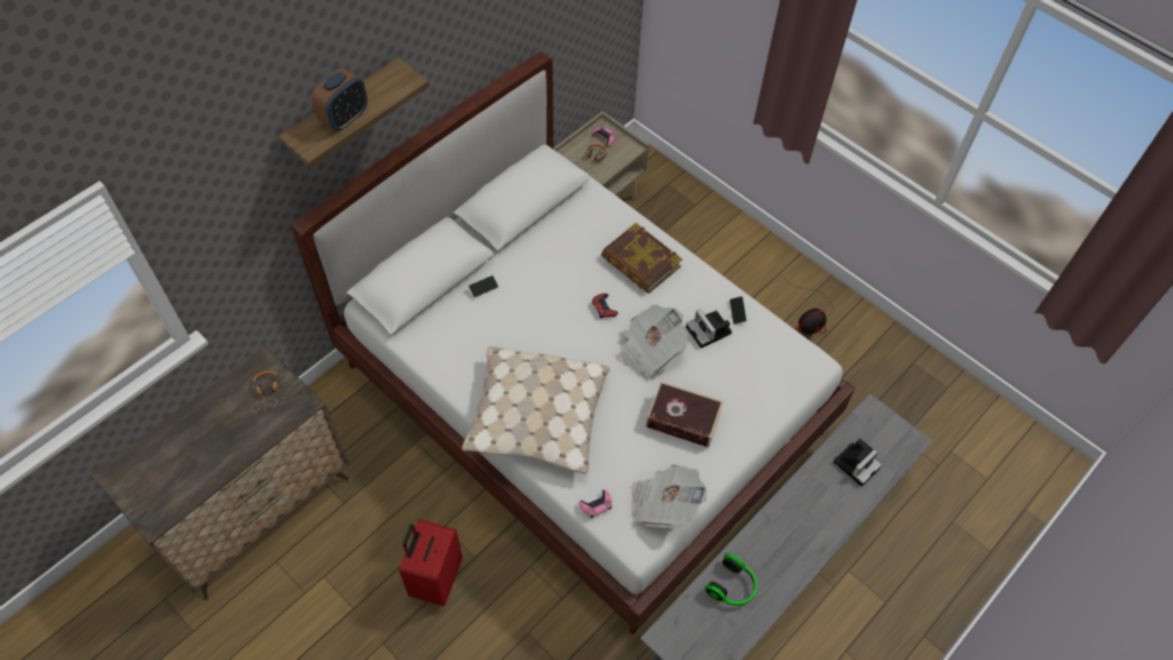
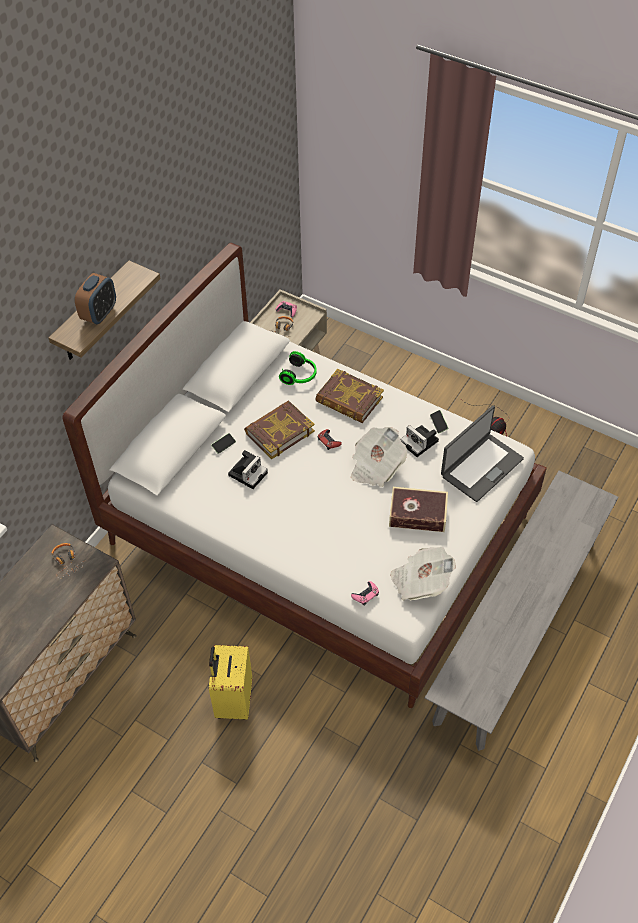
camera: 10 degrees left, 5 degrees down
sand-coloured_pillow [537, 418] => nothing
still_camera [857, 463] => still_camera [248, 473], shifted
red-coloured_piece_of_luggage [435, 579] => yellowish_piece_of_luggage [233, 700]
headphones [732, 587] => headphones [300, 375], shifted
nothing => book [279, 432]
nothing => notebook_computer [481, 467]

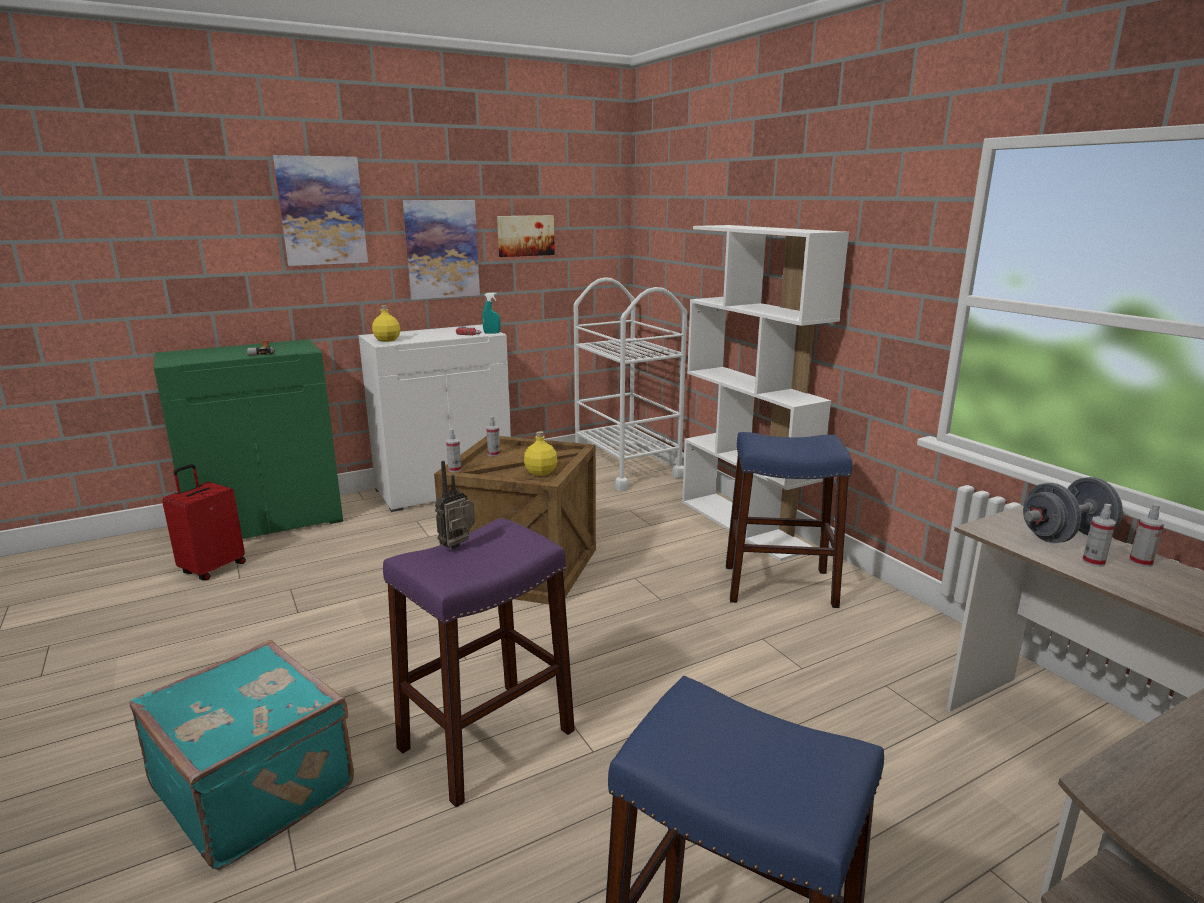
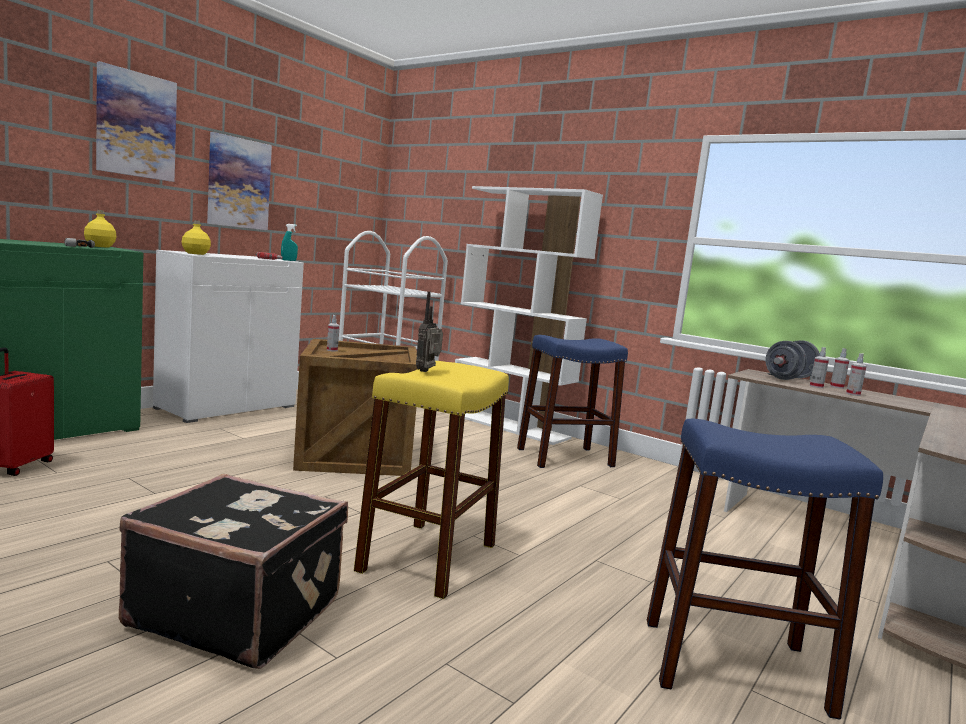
camera: 25 degrees left, 10 degrees down
picture [525, 235] => nothing
spray_bottle [454, 470] => spray_bottle [853, 394], shifted
yellowish_bottle [541, 472] => yellowish_bottle [100, 246], shifted
purple_sitting_stool [486, 740] => yellowish_sitting_stool [428, 557]
blue-green_piece_of_luggage [257, 786] => blackish_piece_of_luggage [238, 611]

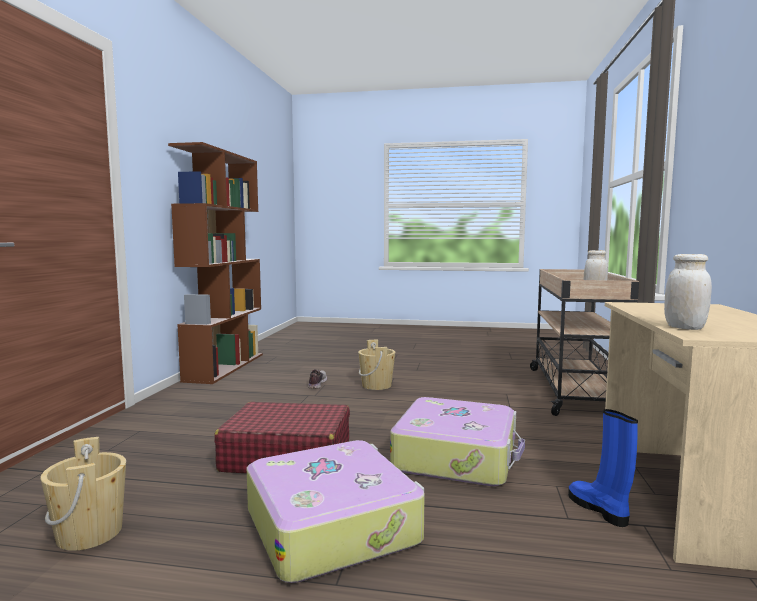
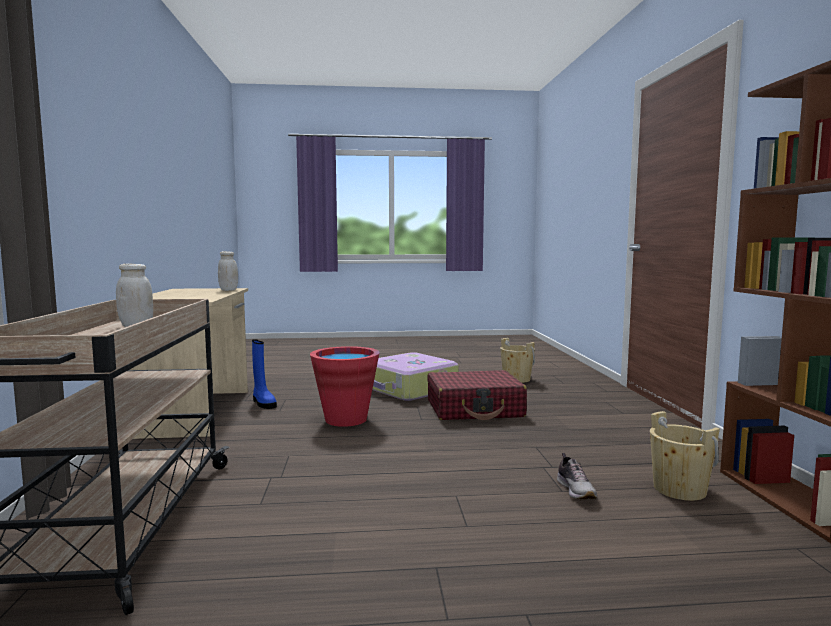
camera: 165 degrees right, 0 degrees up
sand-coloured_water_bucket [376, 385] => sand-coloured_water_bucket [679, 489], shifted
piece_of_luggage [457, 456] => red-coloured_water_bucket [346, 419]

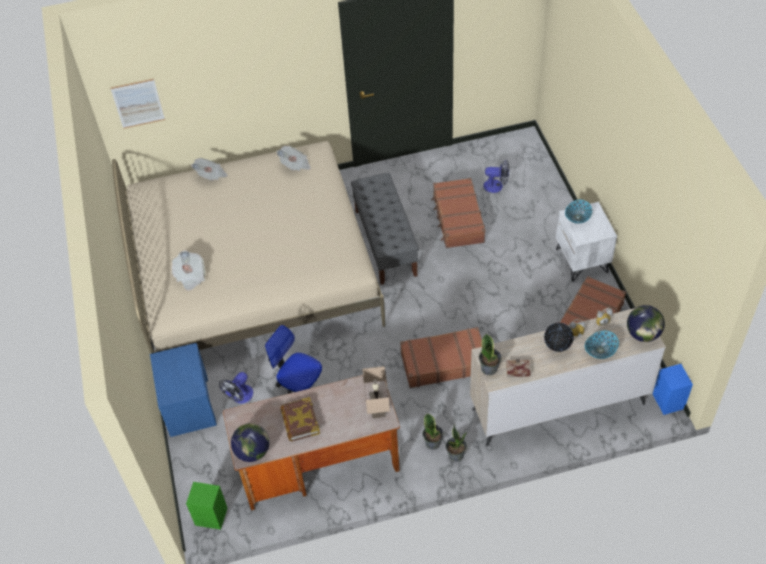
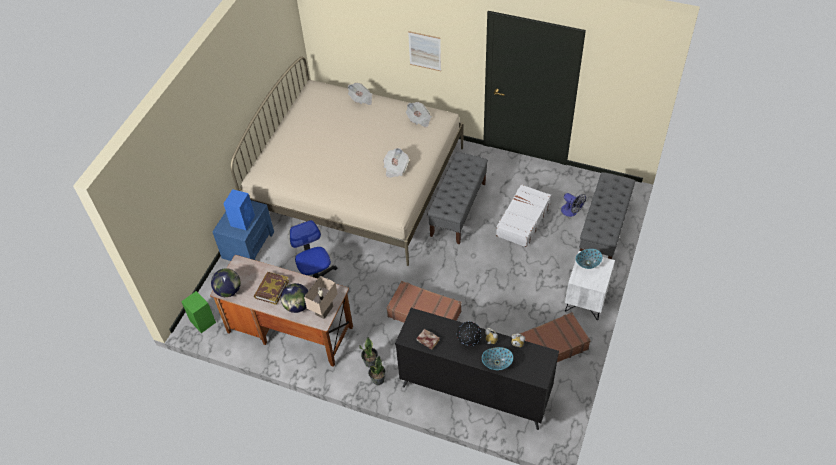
camera: 35 degrees right, 0 degrees up
picture [138, 103] => picture [425, 51], shifted
brownish_piece_of_luggage [458, 219] => white_piece_of_luggage [522, 220]
newspaper [190, 276] => newspaper [395, 168], shifted
desk_globe [643, 334] => desk_globe [297, 306], shifted
sand-coloured_drawer_chest [557, 406] => blackish_drawer_chest [474, 391]
potted_plant [489, 368] => nothing
bluish_speaker [668, 400] => bluish_speaker [243, 220], shifted
electric_fan [240, 397] => nothing
nothing => greyish_bench [603, 231]

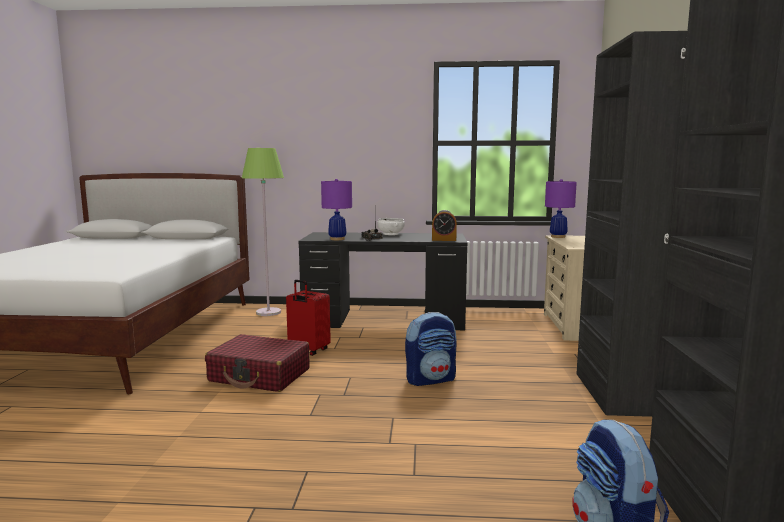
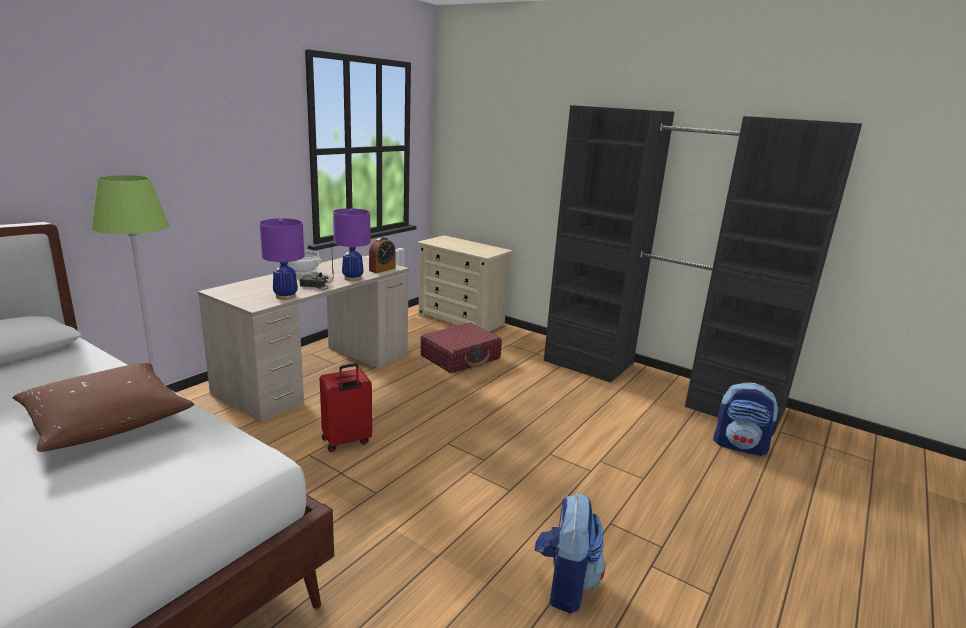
camera: 60 degrees left, 10 degrees up
purple_tabletop_lamp [558, 237] => purple_tabletop_lamp [353, 278], shifted
blackish_desk [385, 319] => sand-coloured_desk [318, 372]
knapsack [431, 379] => knapsack [565, 584], shifted
red-coloured_piece_of_luggage [260, 375] => red-coloured_piece_of_luggage [461, 357], shifted
nothing => brownish_pillow [107, 420]

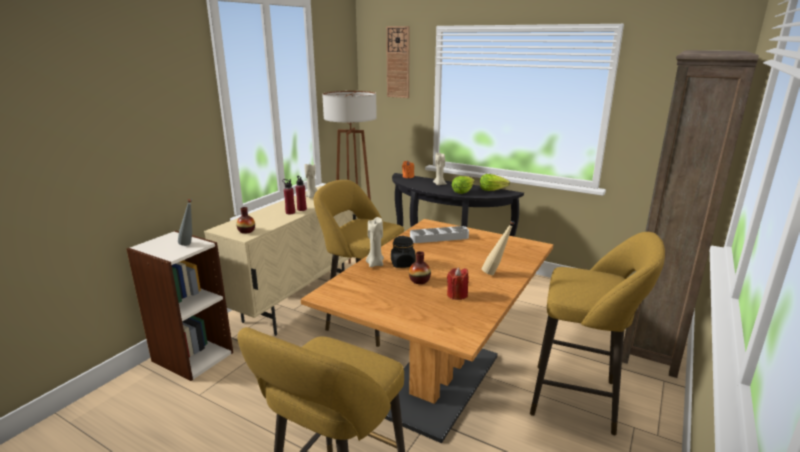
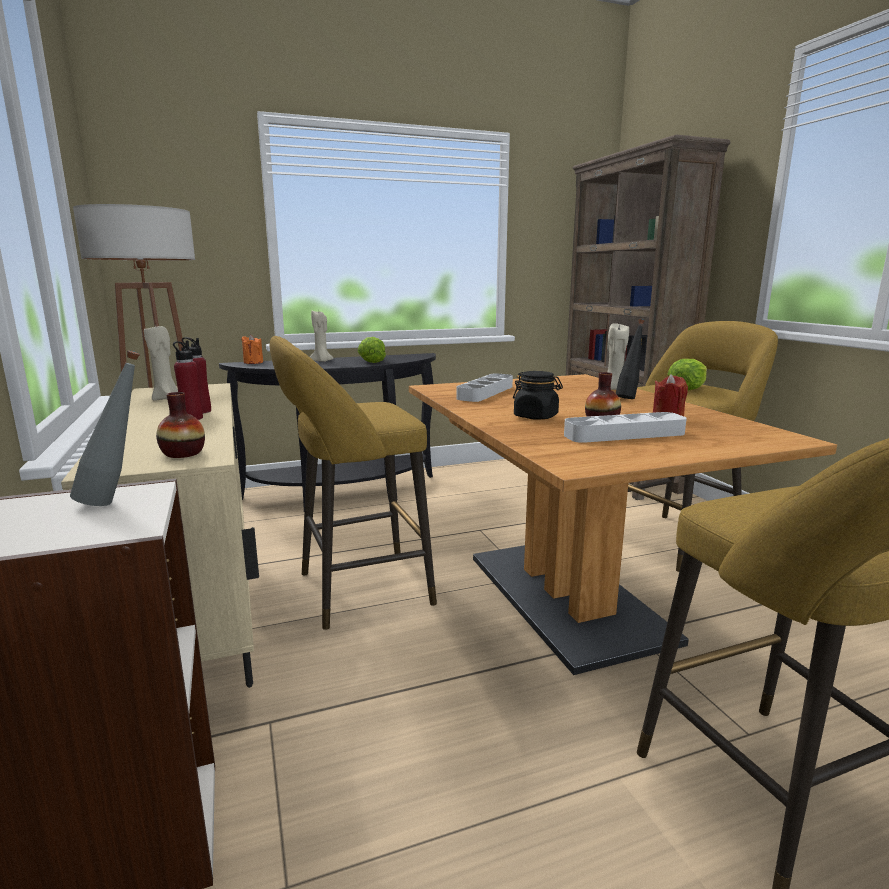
camera: 50 degrees left, 5 degrees down
clock_on_the_wall [398, 62] => nothing
head_of_lettuce [492, 190] => head_of_lettuce [687, 388], shifted
sand-coloured_wax_light [375, 264] => sand-coloured_wax_light [613, 389], shifted
sand-coloured_bottle [495, 273] => blackish_bottle [628, 398]
nothing => greyish_serving_tray [624, 434]

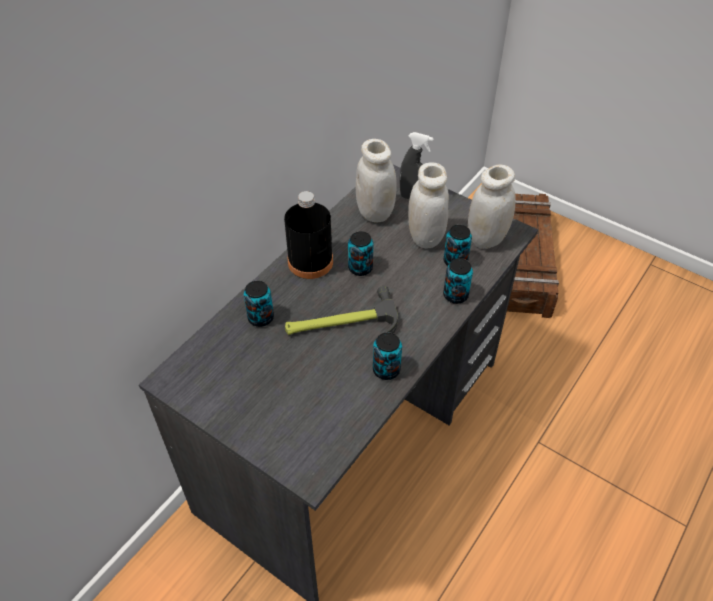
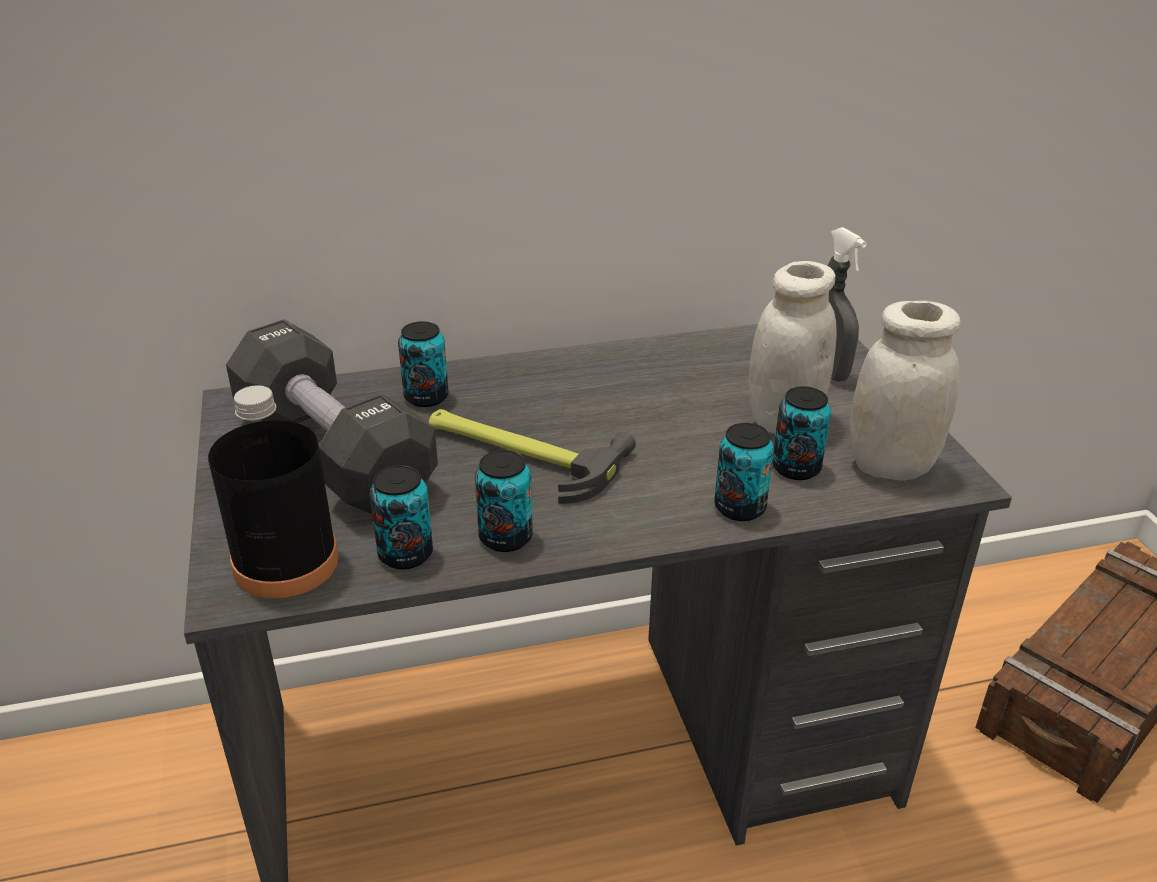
camera: 40 degrees right, 15 degrees down
white_jar [375, 212] => nothing
blackish_bottle [310, 262] => blackish_bottle [286, 563], shifted
sealed_can [360, 268] => sealed_can [405, 554], shifted
nothing => blackish_dumbbell [334, 453]

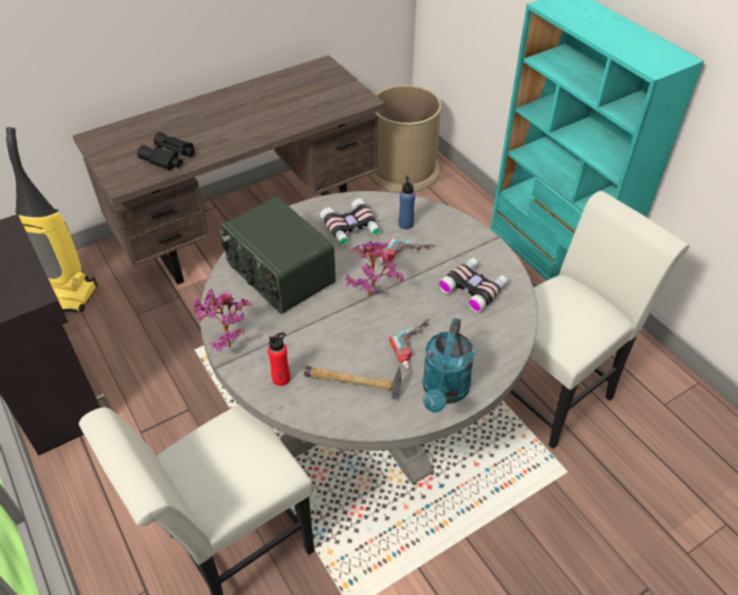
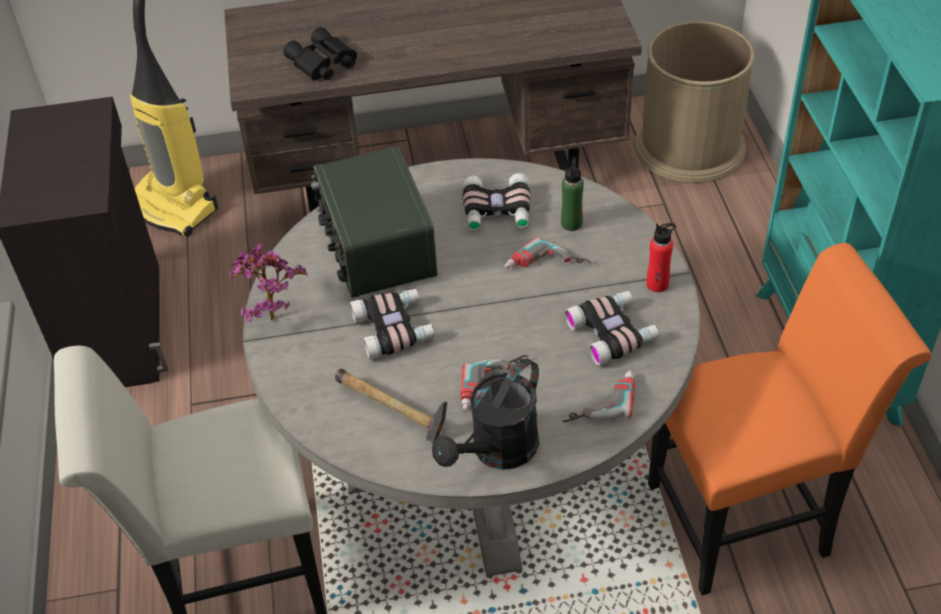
camera: 25 degrees right, 0 degrees up
bluish_bottle [406, 224] => green_bottle [571, 223]
white_upright_chair [555, 388] => orangey_upright_chair [750, 515]
potted_plant [372, 292] => nothing
blue-green_sprinkling_can [444, 392] => blackish_sprinkling_can [497, 452]
red-coloured_bottle [281, 378] => red-coloured_bottle [657, 284], shifted
nothing => pair_of_binoculars [394, 328]
nothing => drill [599, 400]

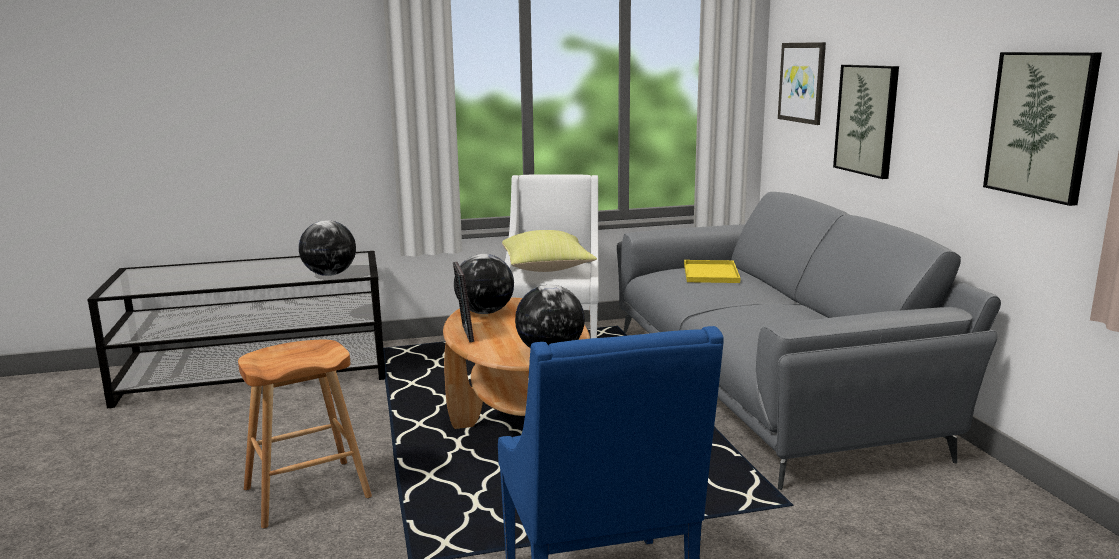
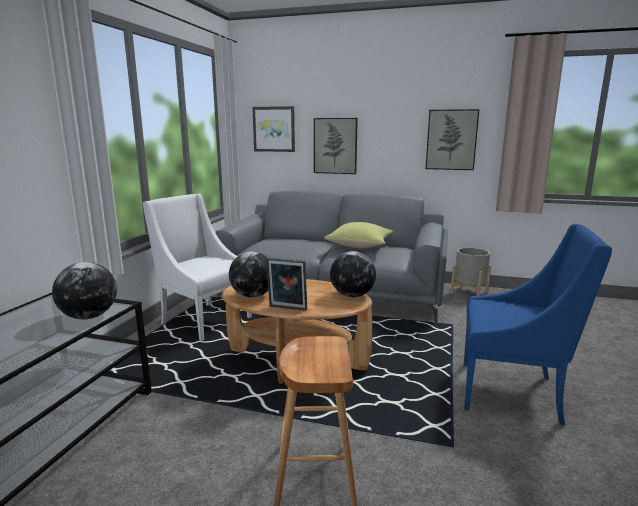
camera: 60 degrees left, 0 degrees up
yellowish_pillow [547, 269] => yellowish_pillow [360, 246], shifted
yellowish_serving_tray [711, 273] => nothing
nothing => greyish_flower_pot [469, 292]

